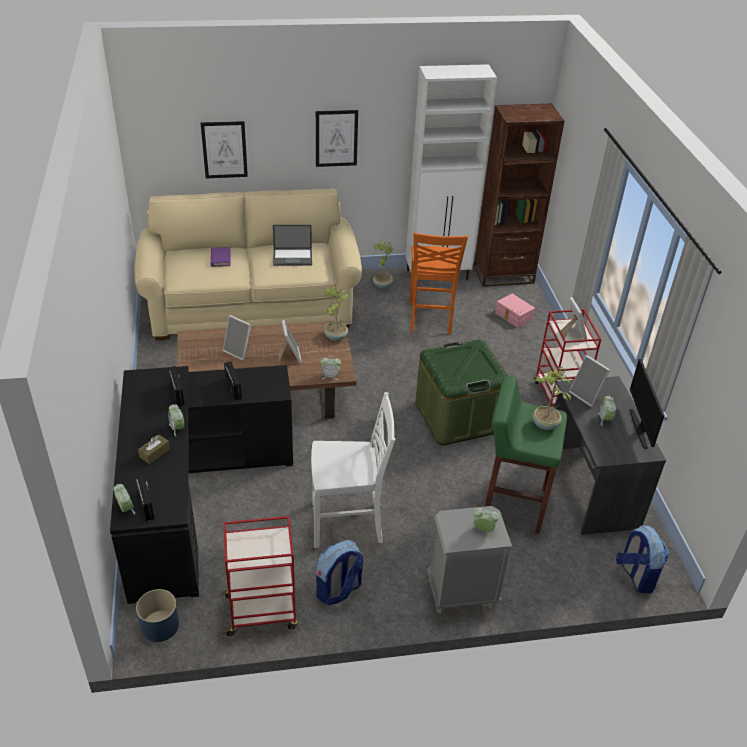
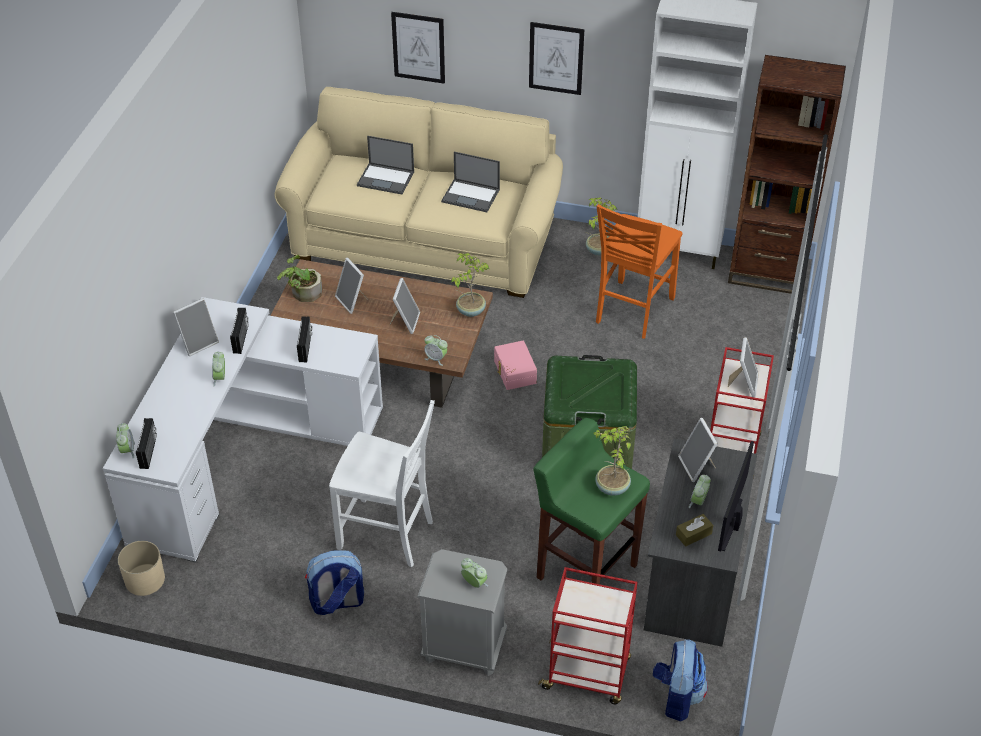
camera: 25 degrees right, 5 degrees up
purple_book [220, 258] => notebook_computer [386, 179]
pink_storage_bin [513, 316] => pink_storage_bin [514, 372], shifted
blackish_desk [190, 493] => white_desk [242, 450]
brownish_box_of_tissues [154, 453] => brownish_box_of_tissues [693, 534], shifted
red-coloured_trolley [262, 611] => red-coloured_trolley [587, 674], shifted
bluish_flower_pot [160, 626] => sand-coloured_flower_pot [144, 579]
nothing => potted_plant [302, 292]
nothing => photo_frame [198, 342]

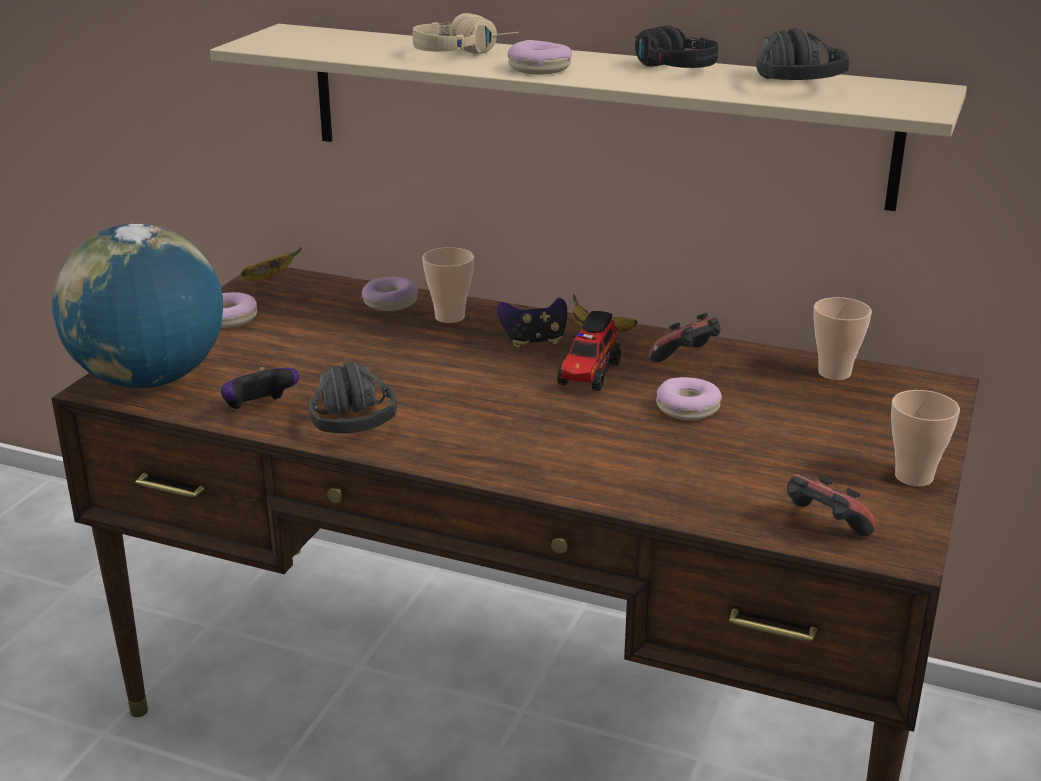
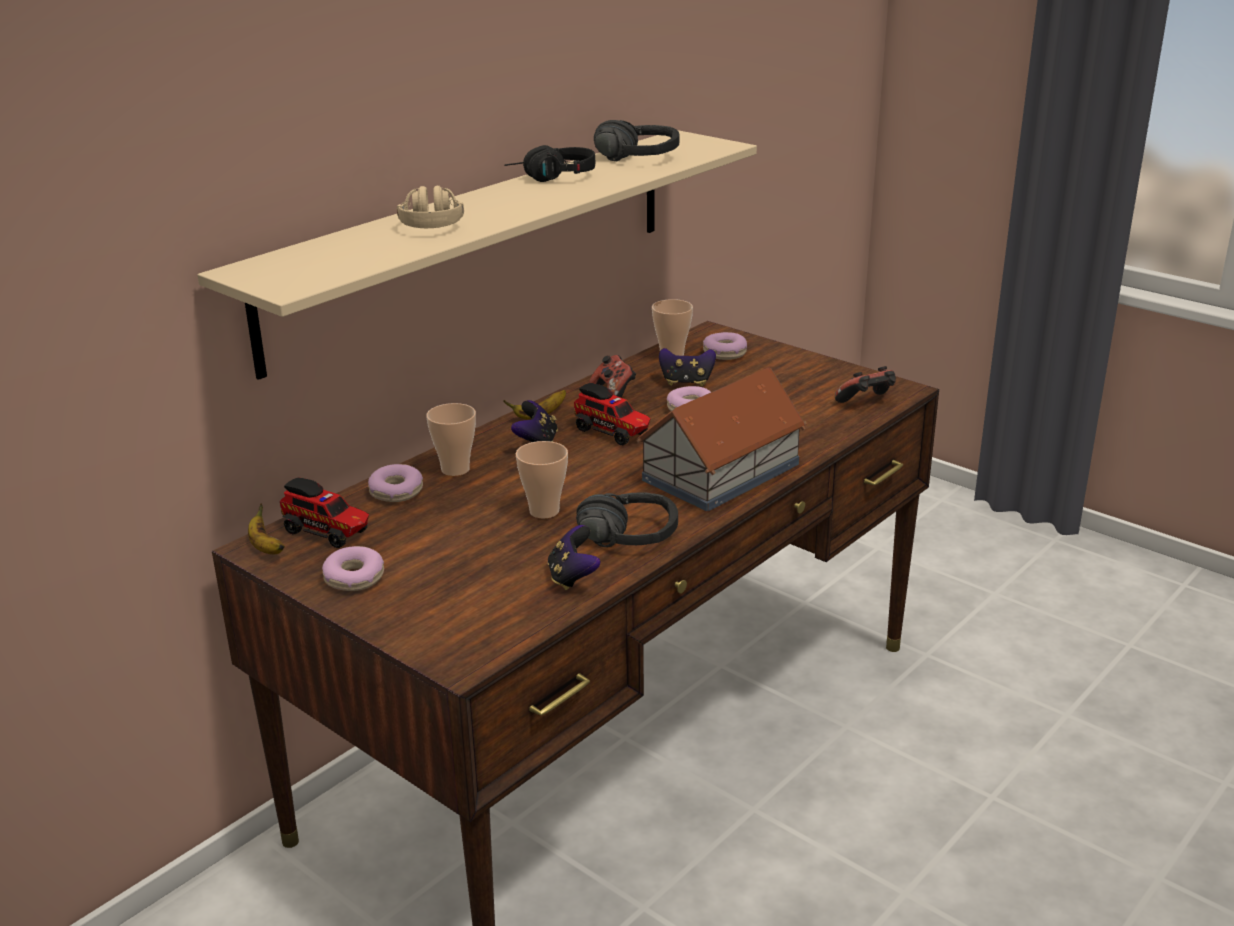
camera: 70 degrees left, 0 degrees up
doughnut [540, 68] => doughnut [724, 353], shifted
desk_globe [149, 379] => nothing
drinking_cup [913, 477] => drinking_cup [544, 511], shifted
nothing => joypad [686, 382]
nothing => miniature_house [719, 472]
nothing => model_truck [328, 532]

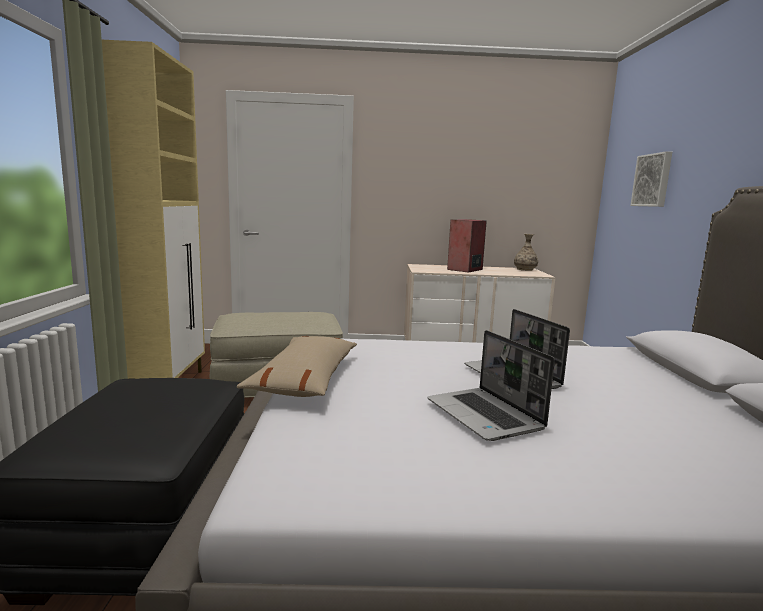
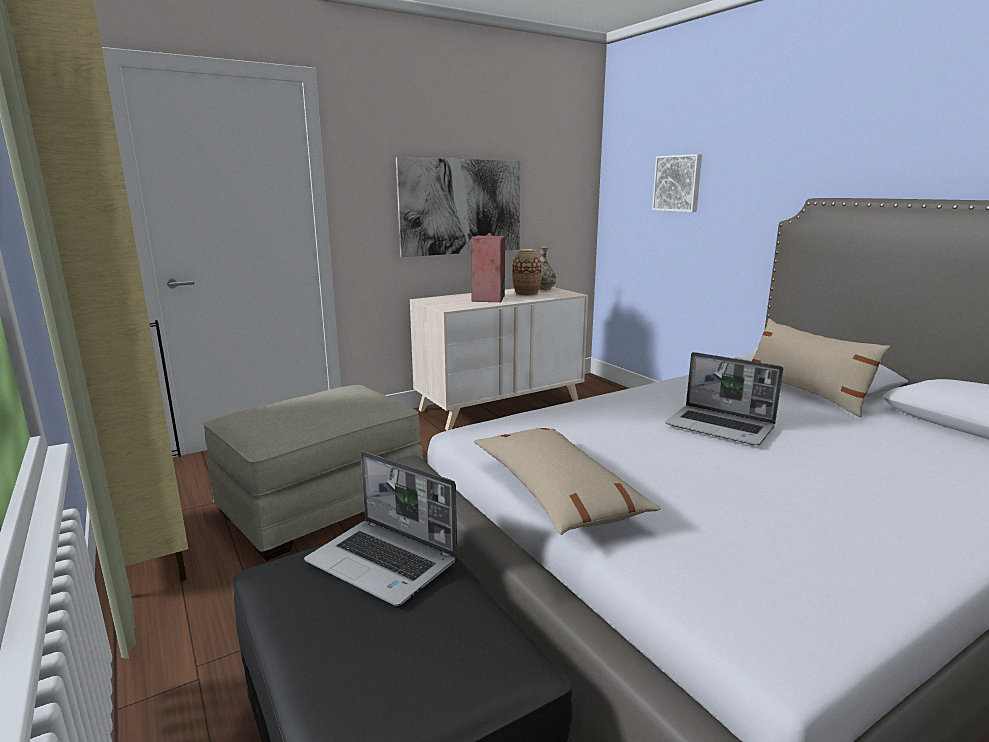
camera: 30 degrees left, 5 degrees up
notebook_computer [485, 416] => notebook_computer [384, 562], shifted
nothing => picture [461, 207]
nothing => vase [526, 293]
nothing => sand-coloured_pillow [805, 393]

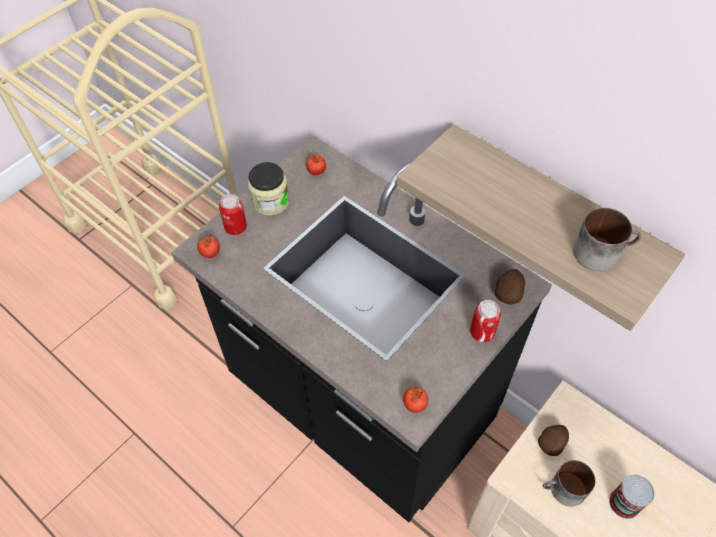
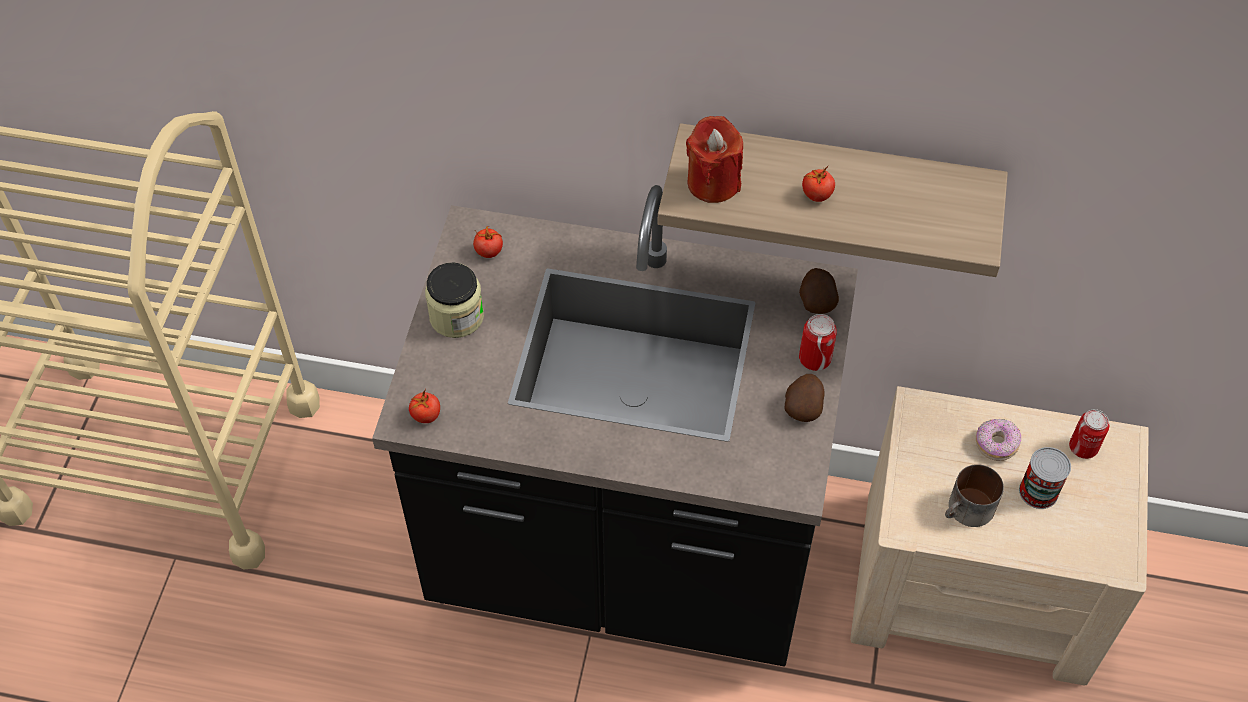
camera: 30 degrees left, 0 degrees up
sealed_can [236, 227] => sealed_can [1083, 447], shifted
coffee_mug [601, 251] => nothing
fresh_tomato [415, 404] => fresh_tomato [816, 195], shifted
spud [552, 443] => spud [804, 406], shifted
nothing => red-coloured_wax_light [713, 182]
nothing => doughnut [995, 444]

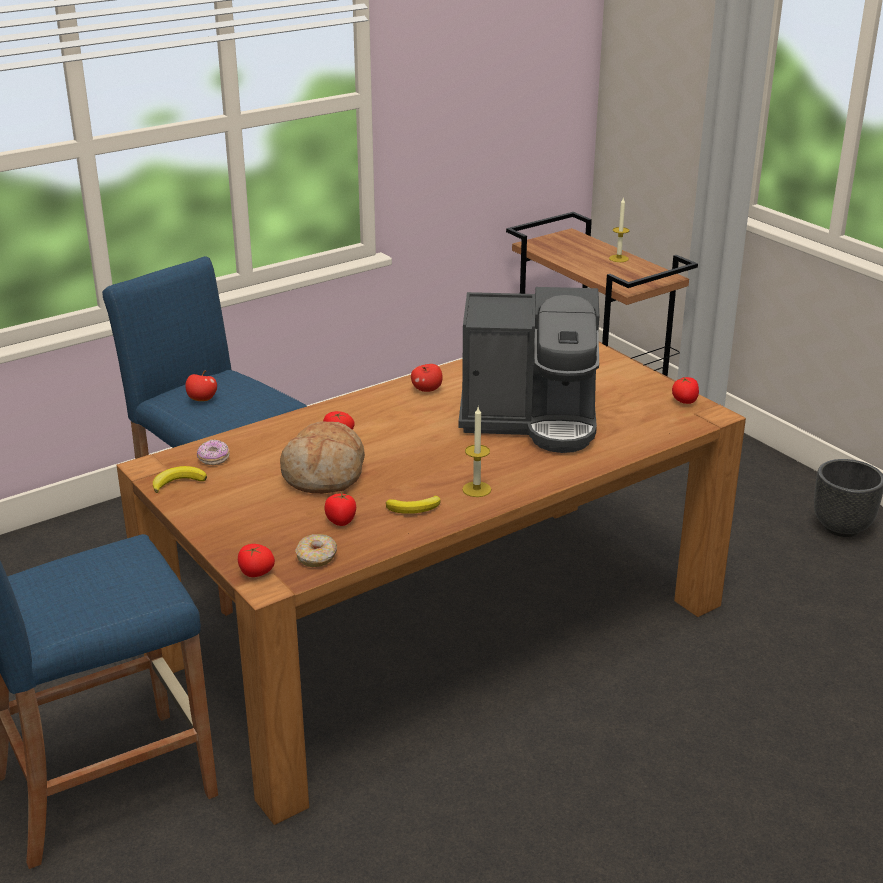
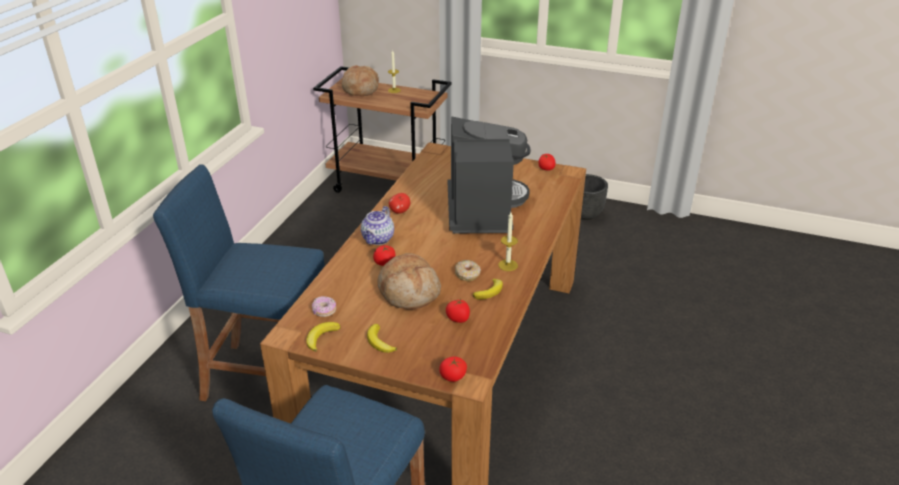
camera: 35 degrees left, 5 degrees up
coffee_brewer [531, 419] => coffee_brewer [482, 209], 60 degrees counterclockwise
whole_apple [202, 399] => nothing
doughnut [317, 557] => doughnut [467, 274], shifted
nothing => baked_bread [360, 89]
nothing => teapot [378, 239]
nothing => banana_fruit [379, 342]

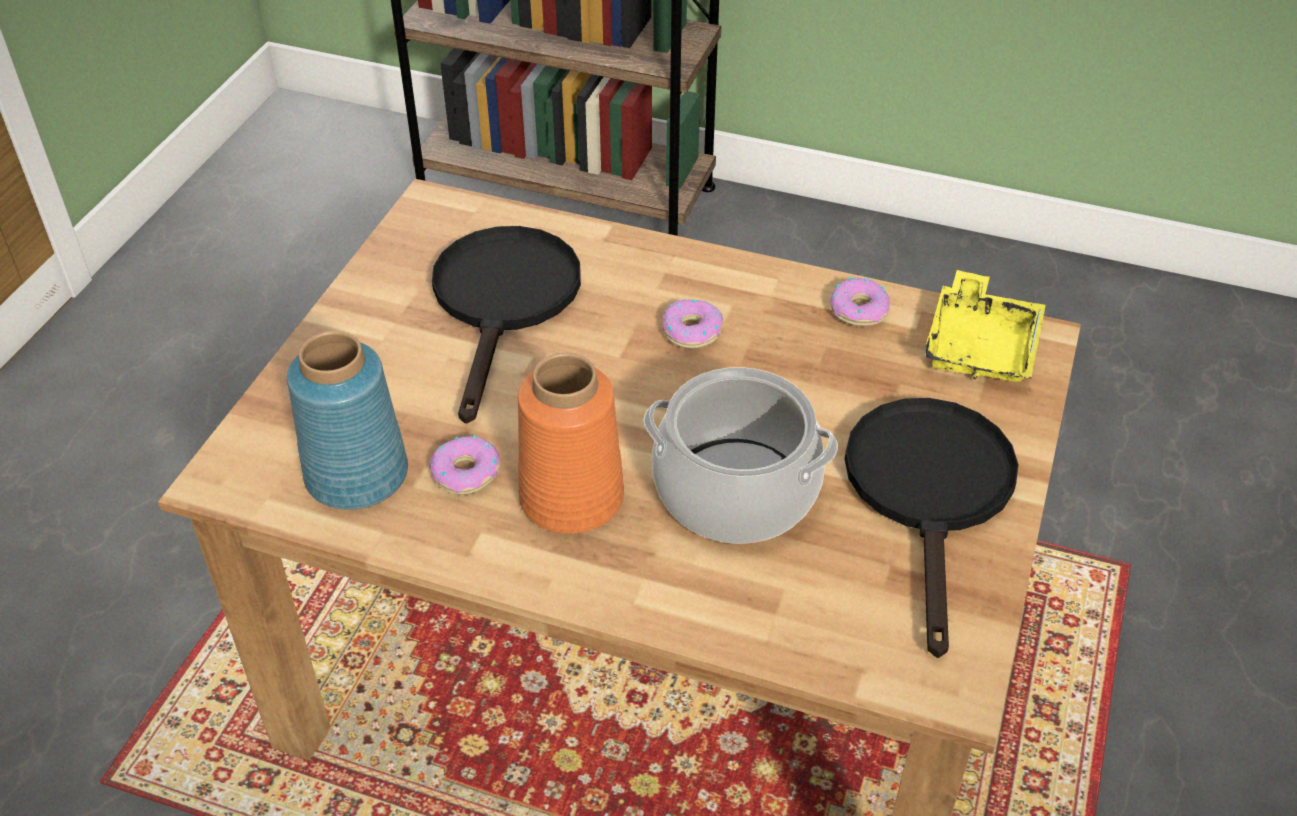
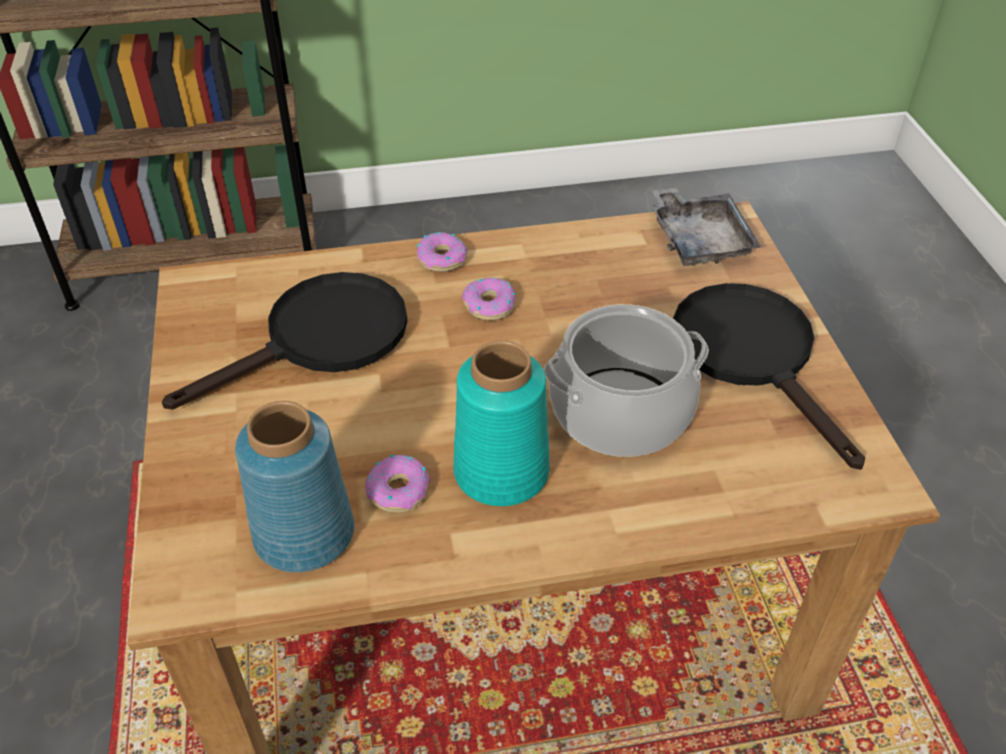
camera: 30 degrees left, 0 degrees up
blackish_pan [504, 303] => blackish_pan [321, 340], 75 degrees clockwise
yellowish_serving_tray [980, 346] => greyish_serving_tray [699, 239]
doughnut [859, 310] => doughnut [442, 258], shifted
orangey_vase [572, 496] => blue-green_vase [501, 470]

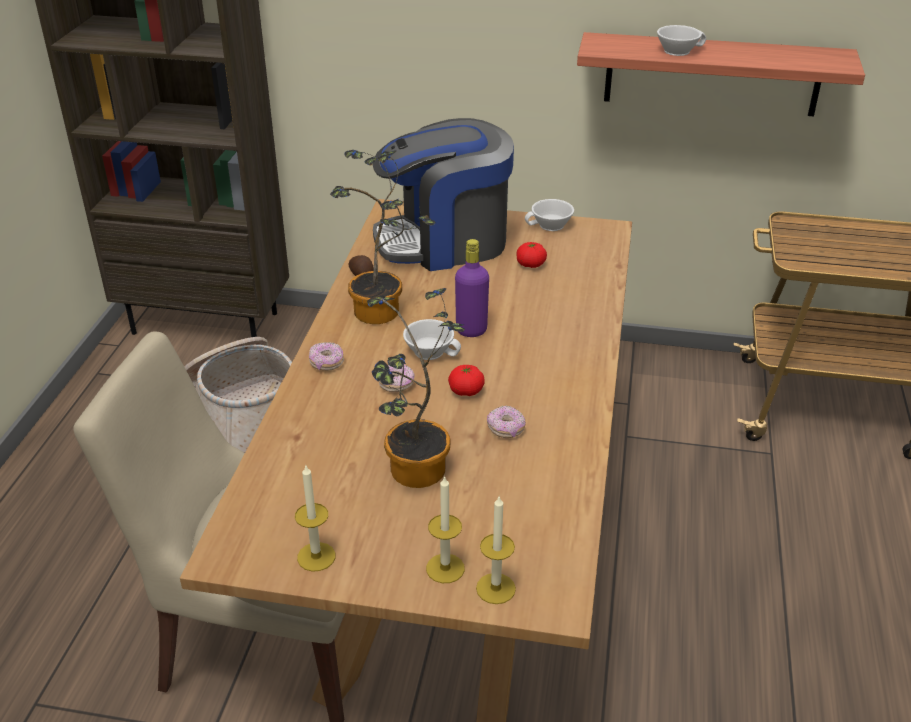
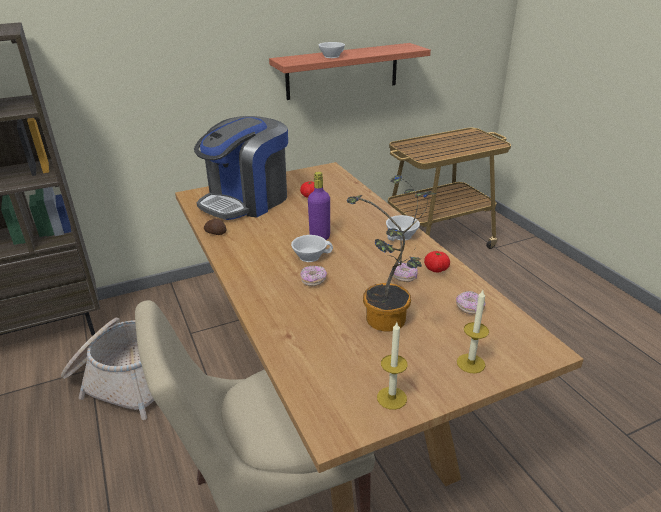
camera: 35 degrees left, 5 degrees down
potted_plant [383, 313] => nothing
white_drinking_cup [550, 226] => white_drinking_cup [402, 236], shifted
doughnut [326, 363] => doughnut [469, 308], shifted
fresh_tomato [466, 390] => fresh_tomato [436, 269], shifted
wax_light [495, 588] => nothing

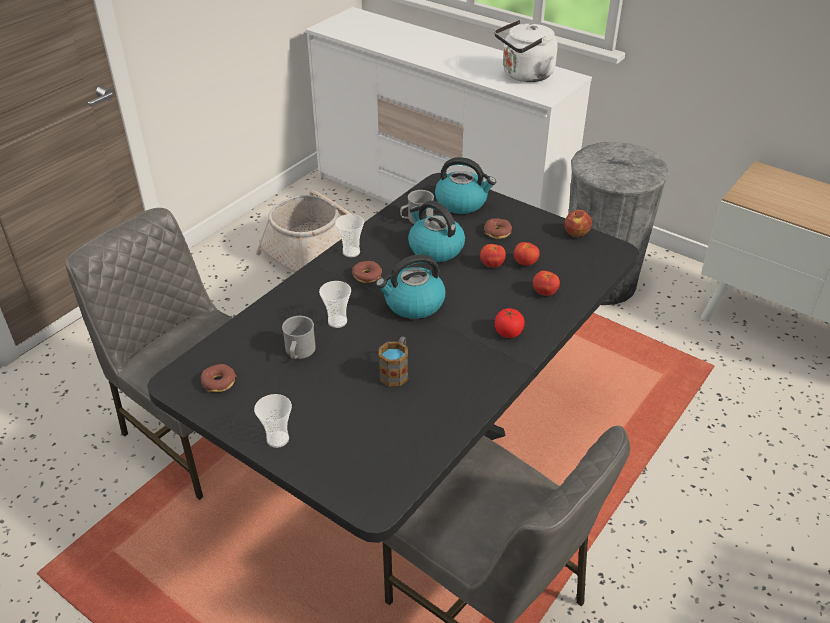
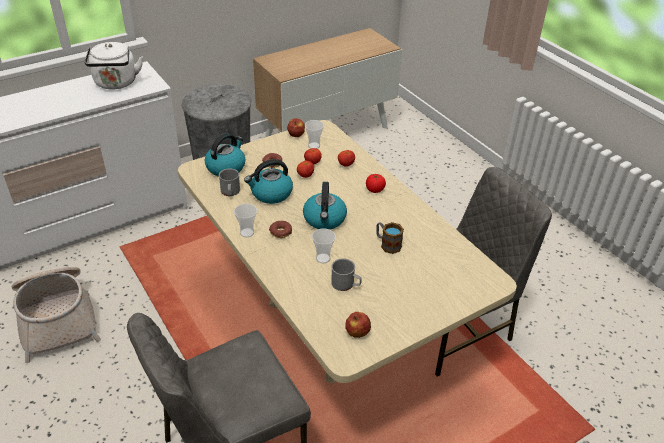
camera: 70 degrees left, 0 degrees up
blackish_dinner_table [415, 458] => sand-coloured_dinner_table [329, 327]
doughnut [219, 382] => whole_apple [357, 332]
drinking_cup [277, 439] => drinking_cup [314, 146], shifted

